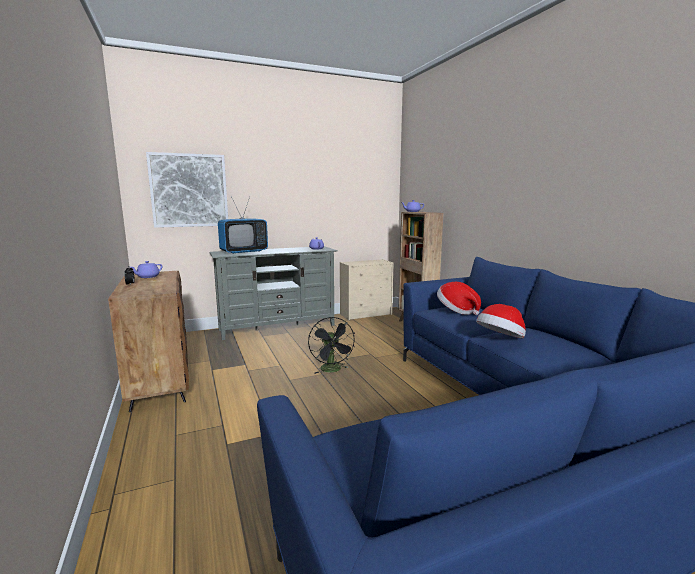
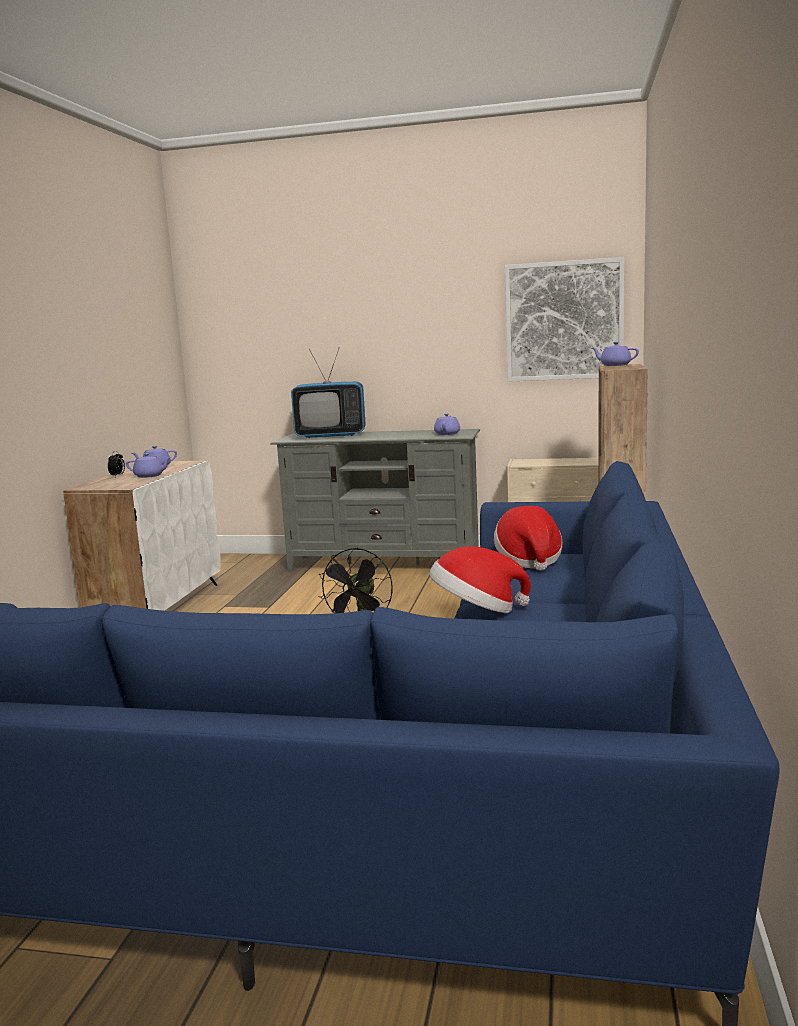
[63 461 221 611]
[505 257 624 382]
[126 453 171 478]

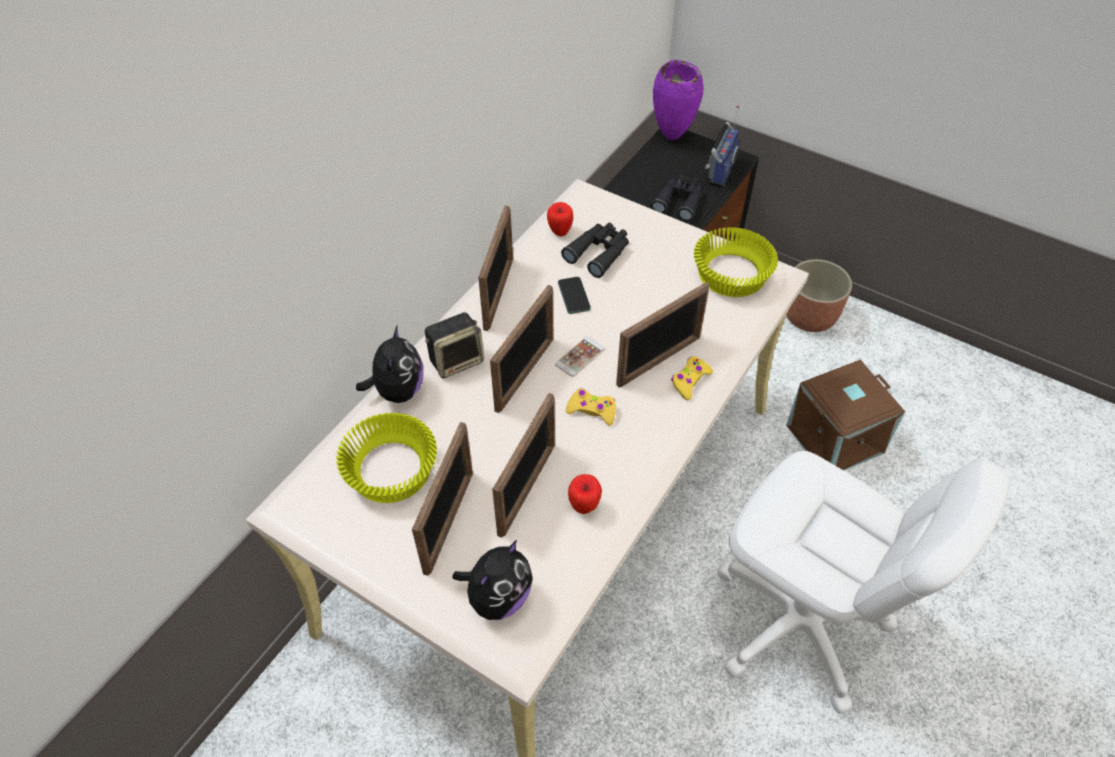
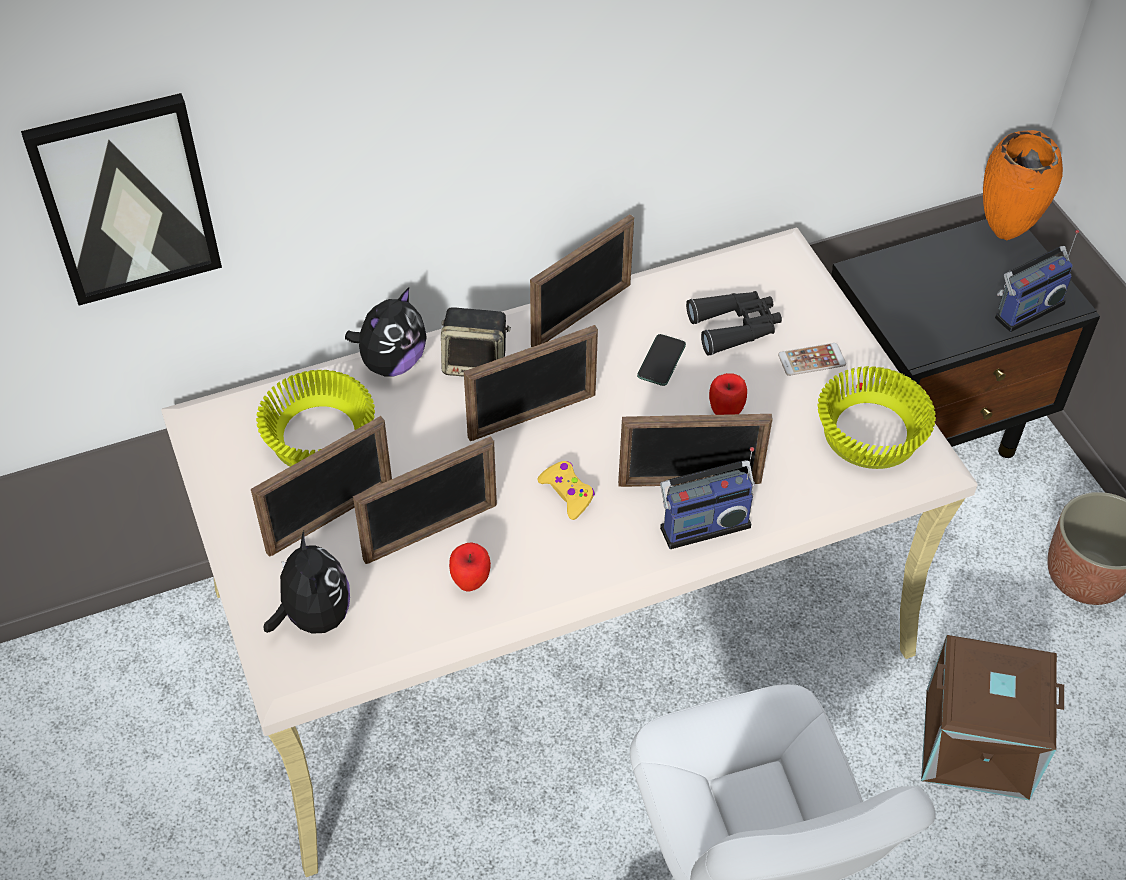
[264 531 350 634]
[709 373 747 415]
[778 343 846 376]
[651 174 703 222] (first image)
[983 130 1063 240]
[660 447 755 549]
[21 93 222 305]

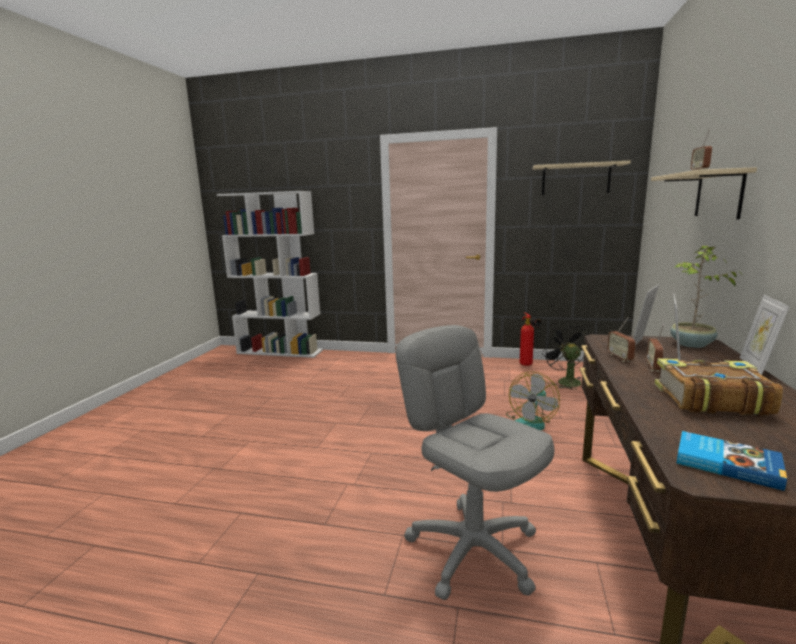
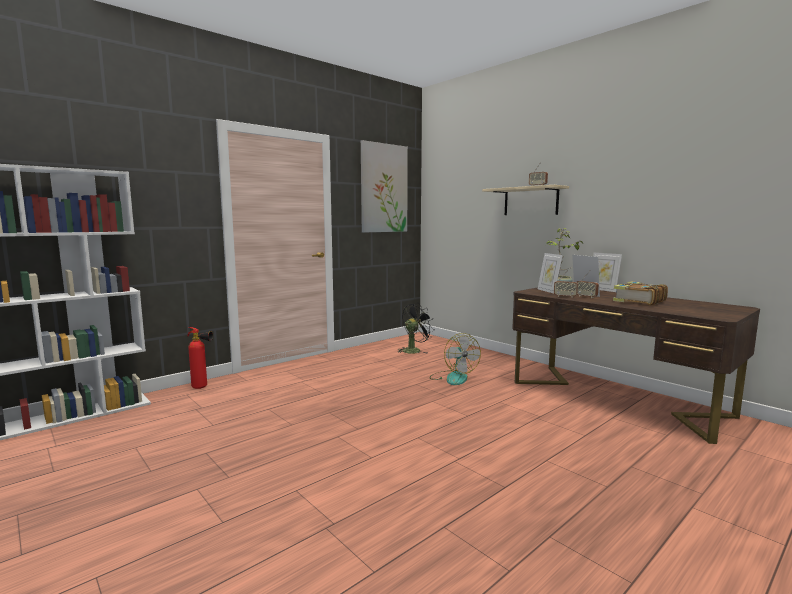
[396 325 554 600] (first image)
[188 327 213 389]
[361 140 408 232]
[397 303 434 353]
[677 431 787 491] (first image)

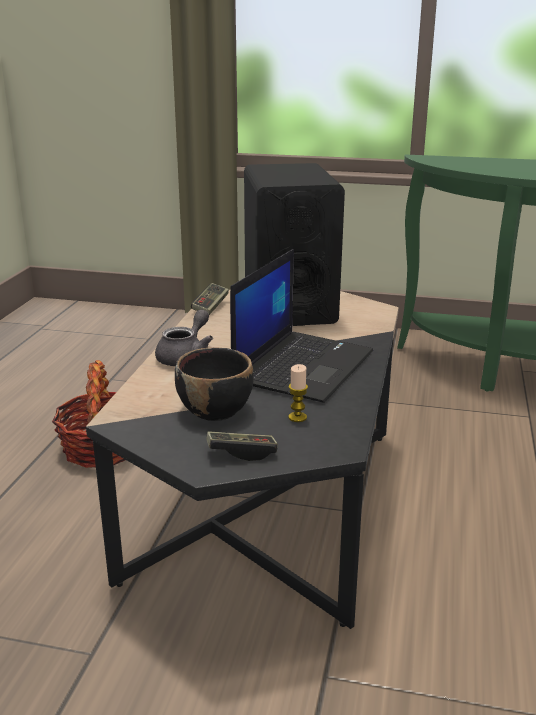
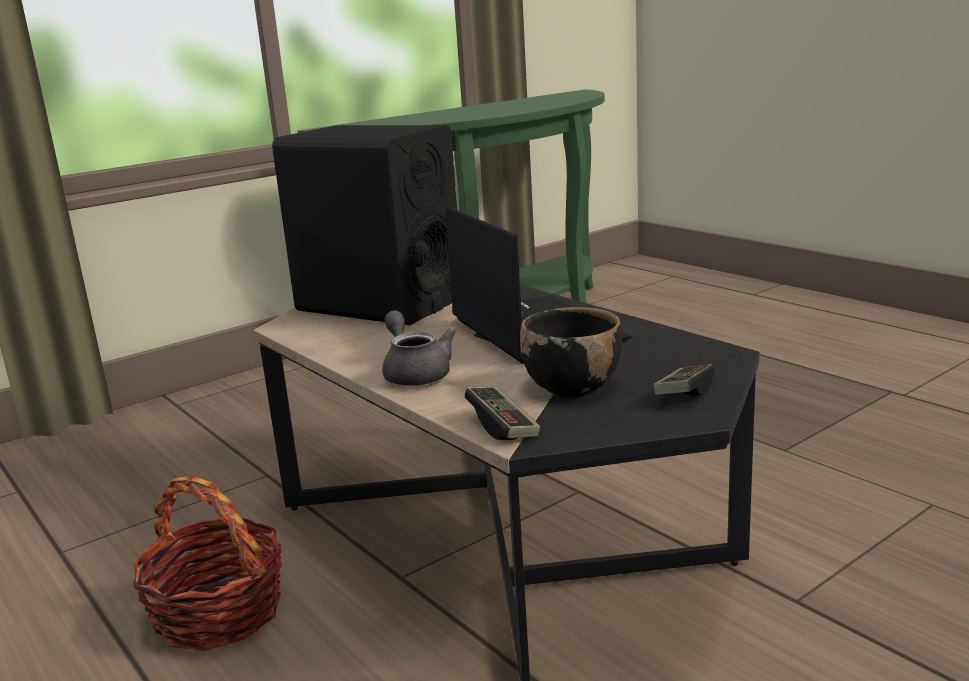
[465 387 540 440]
[288 364 308 422] (first image)

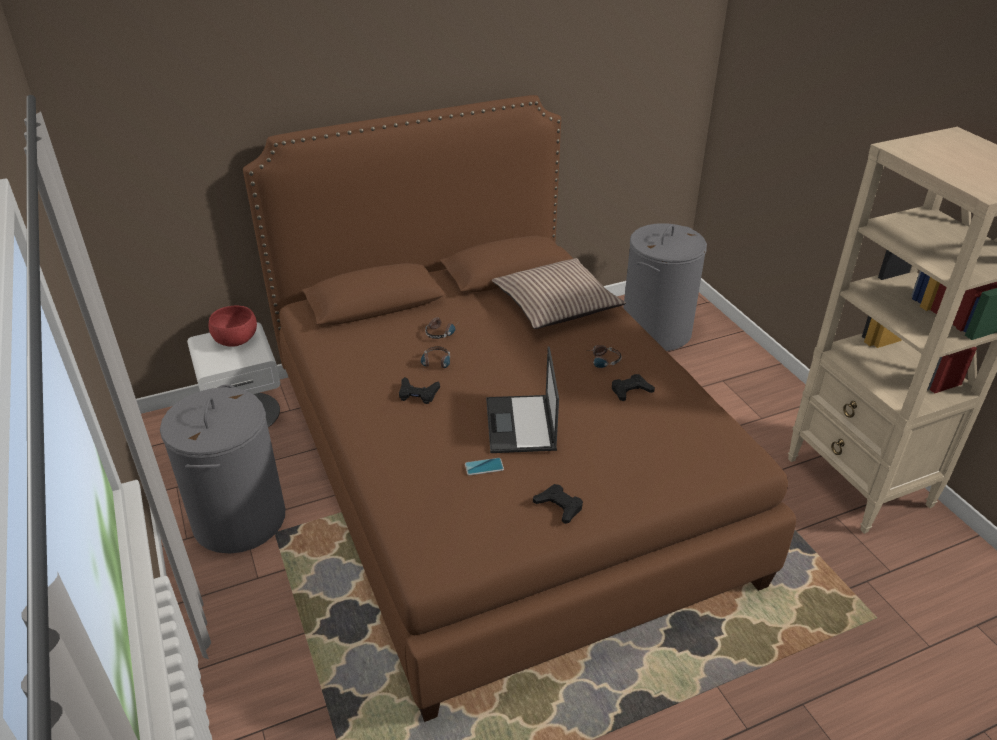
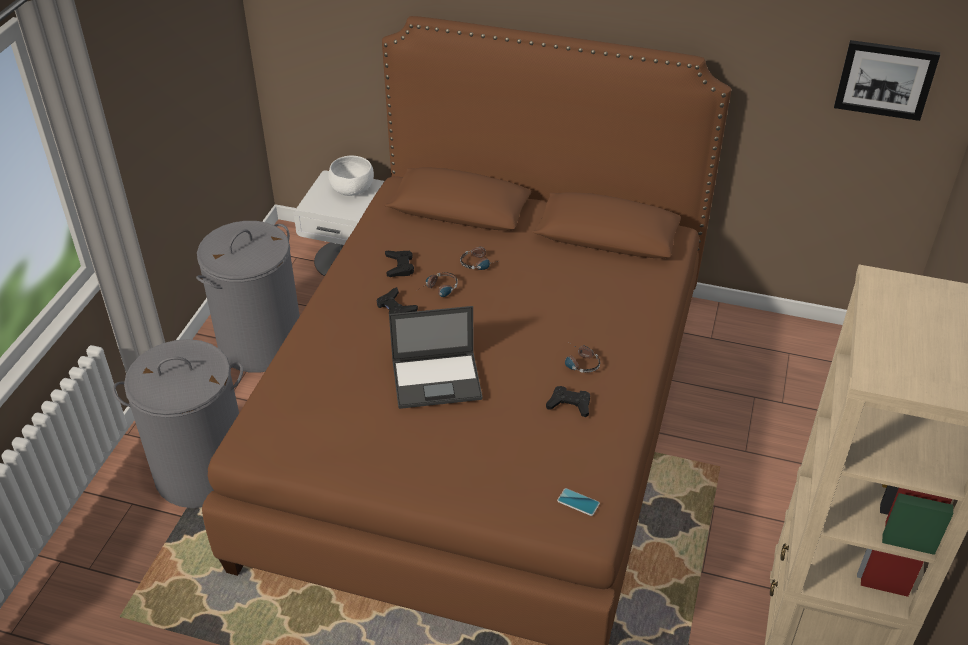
[328 156 374 196]
[557 488 600 516]
[389 306 483 409]
[492 258 626 329] (first image)
[385 251 414 277]
[113 339 243 508]
[834 40 940 121]

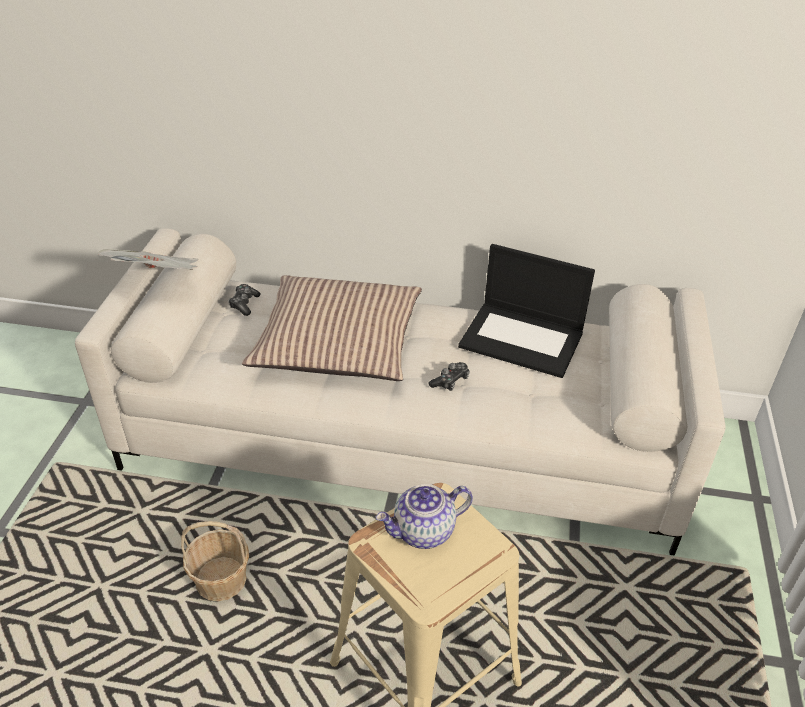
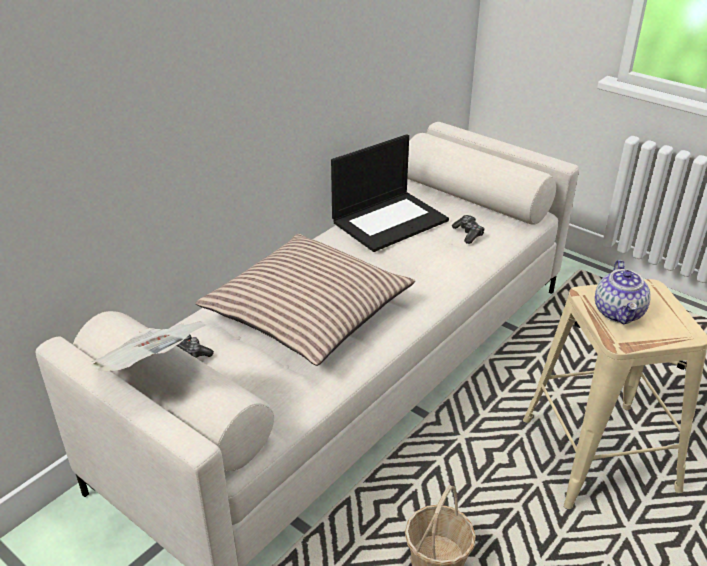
[452 215 485 244]

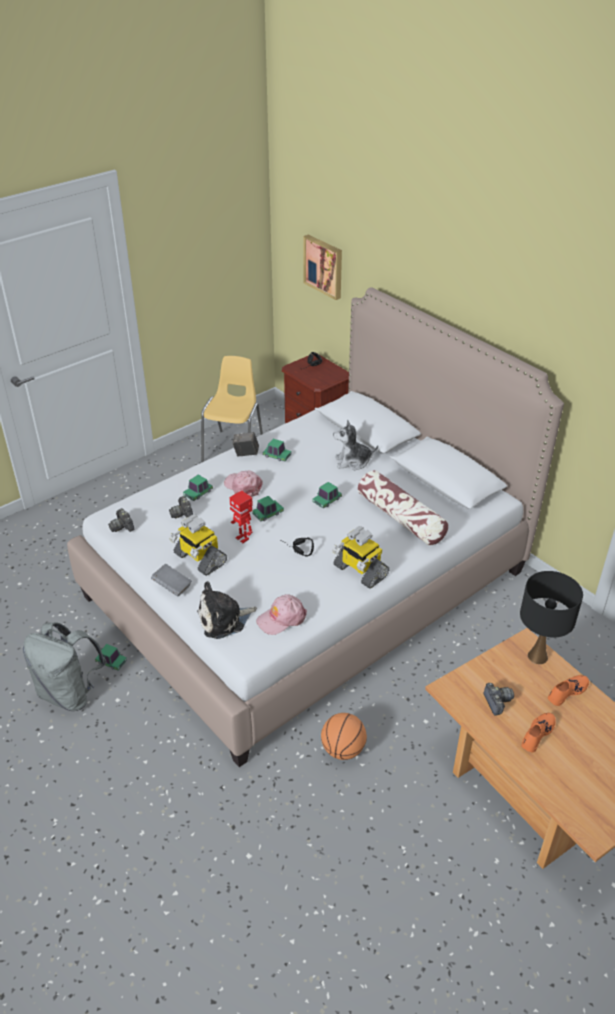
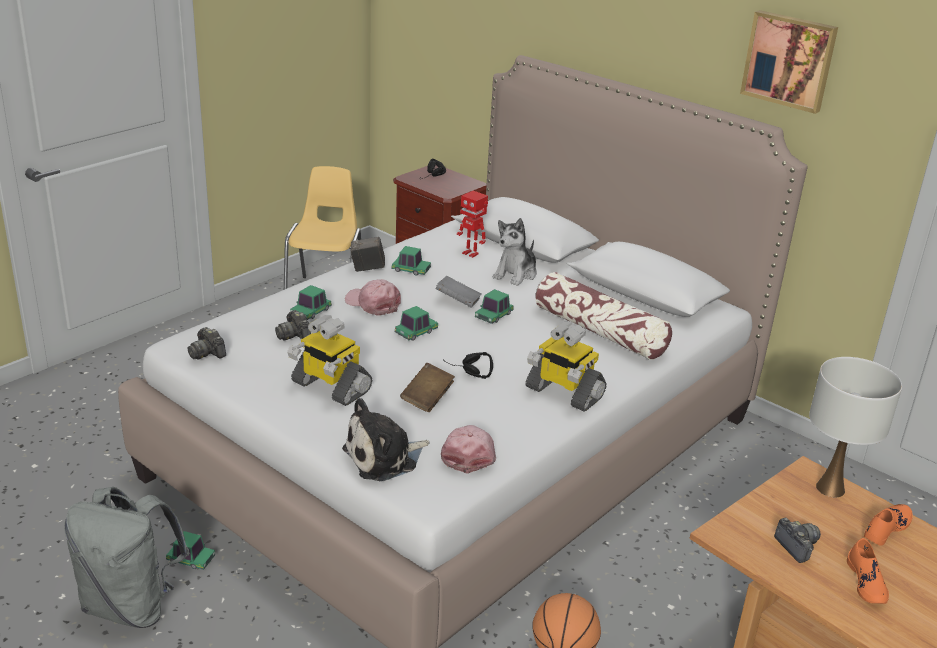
[435 276 482 308]
[457 191 488 258]
[441 425 496 474]
[740 10 838 114]
[493 218 537 286]
[809 357 902 497]
[847 538 889 604]
[400 363 455 412]

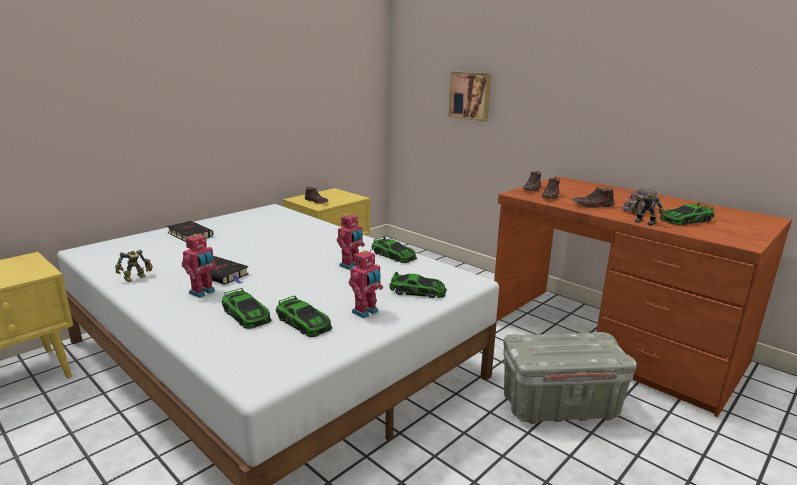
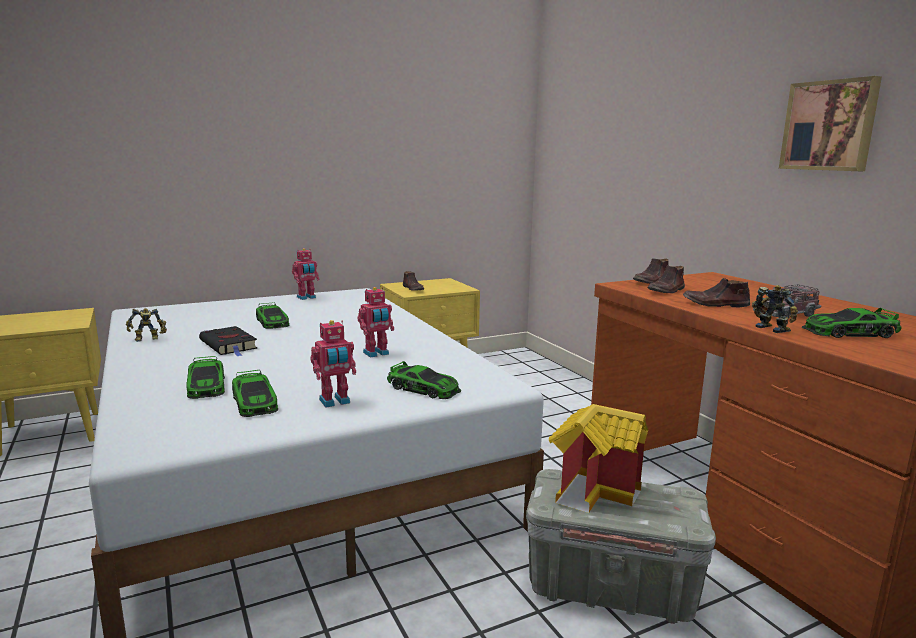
[167 221 214 242] (first image)
[292 248 319 300]
[256 302 289 329]
[779 76 882 171]
[549 404 648 513]

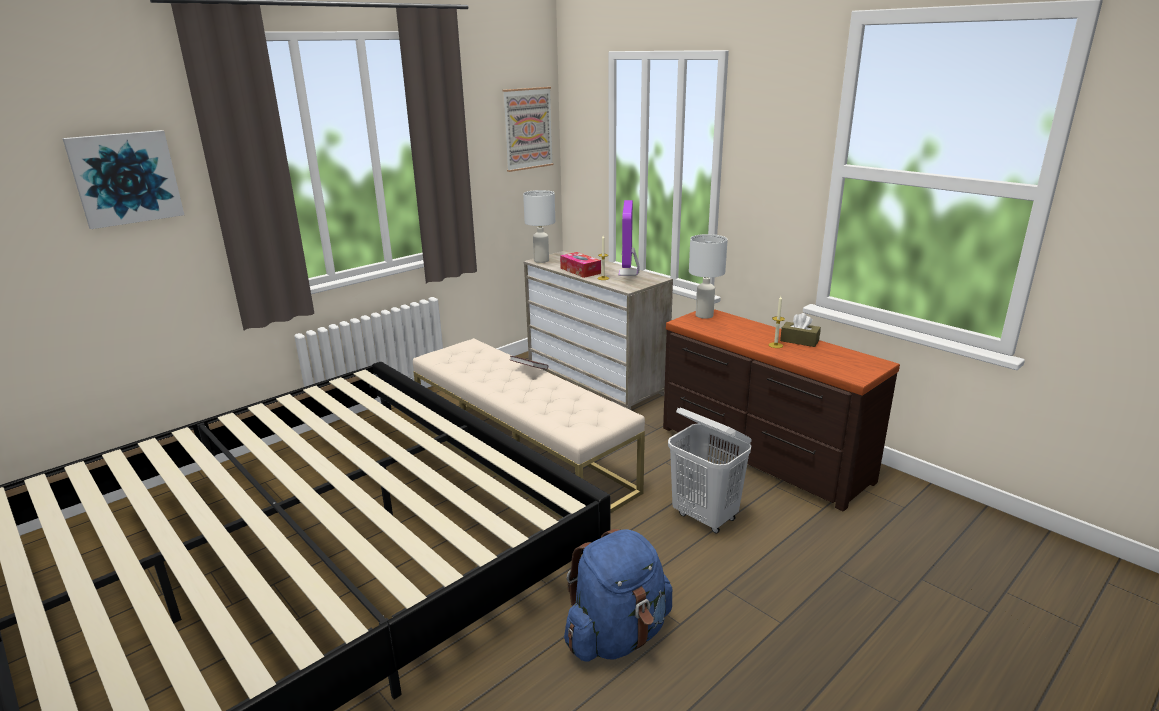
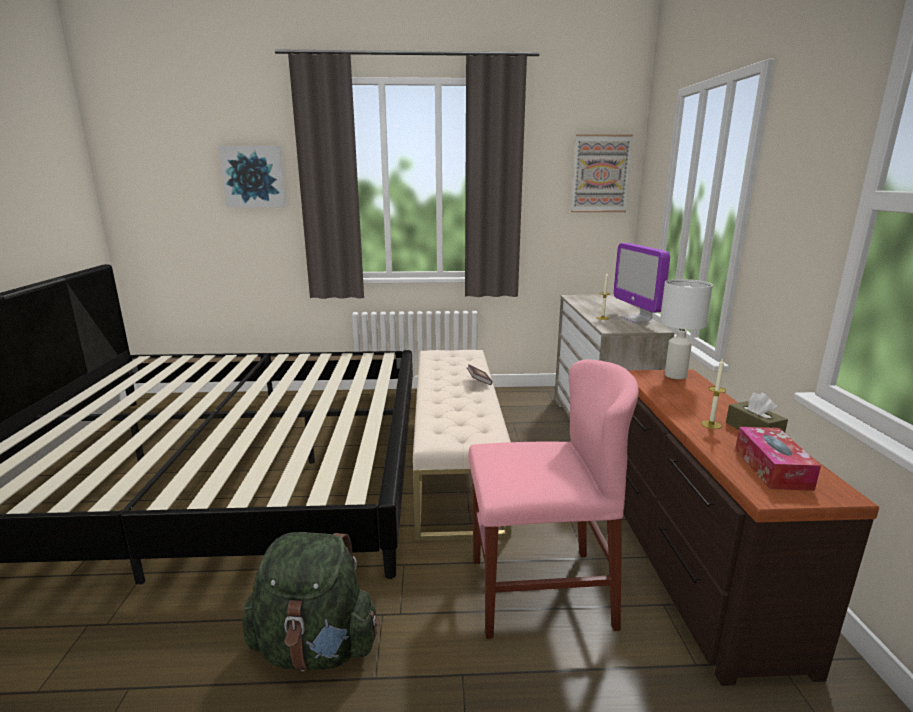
[523 190 555 263] (first image)
[735 427 821 491]
[242 532 380 671]
[613 243 670 323]
[468 359 639 639]

